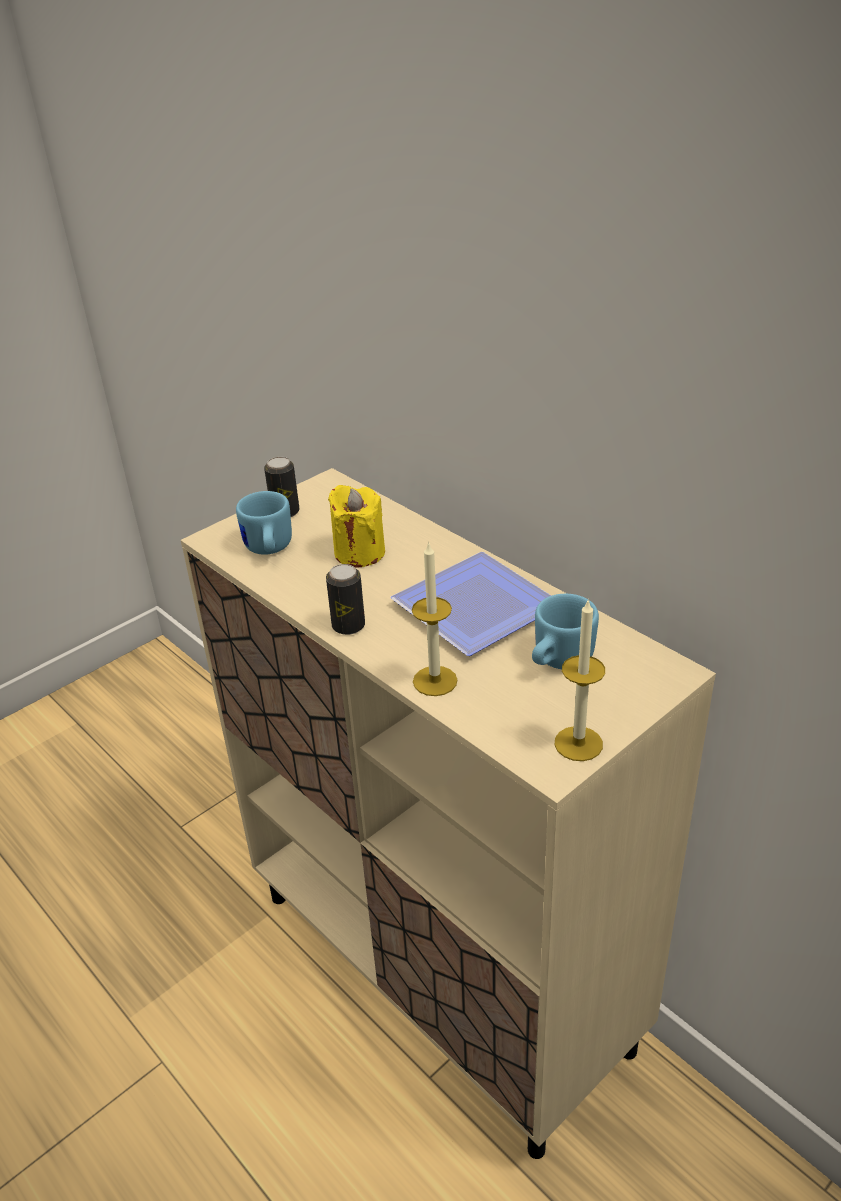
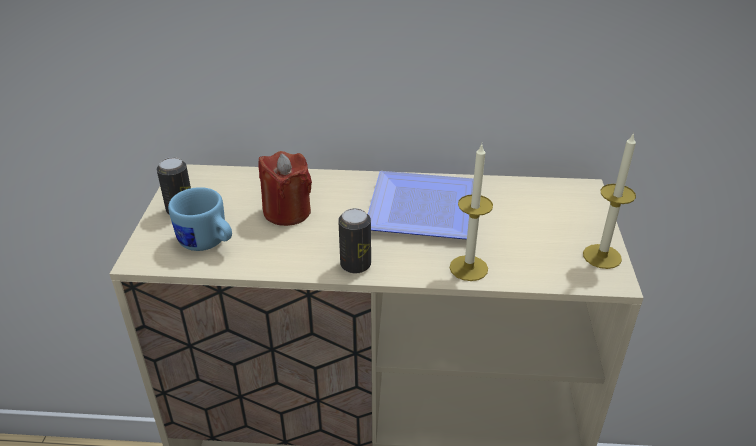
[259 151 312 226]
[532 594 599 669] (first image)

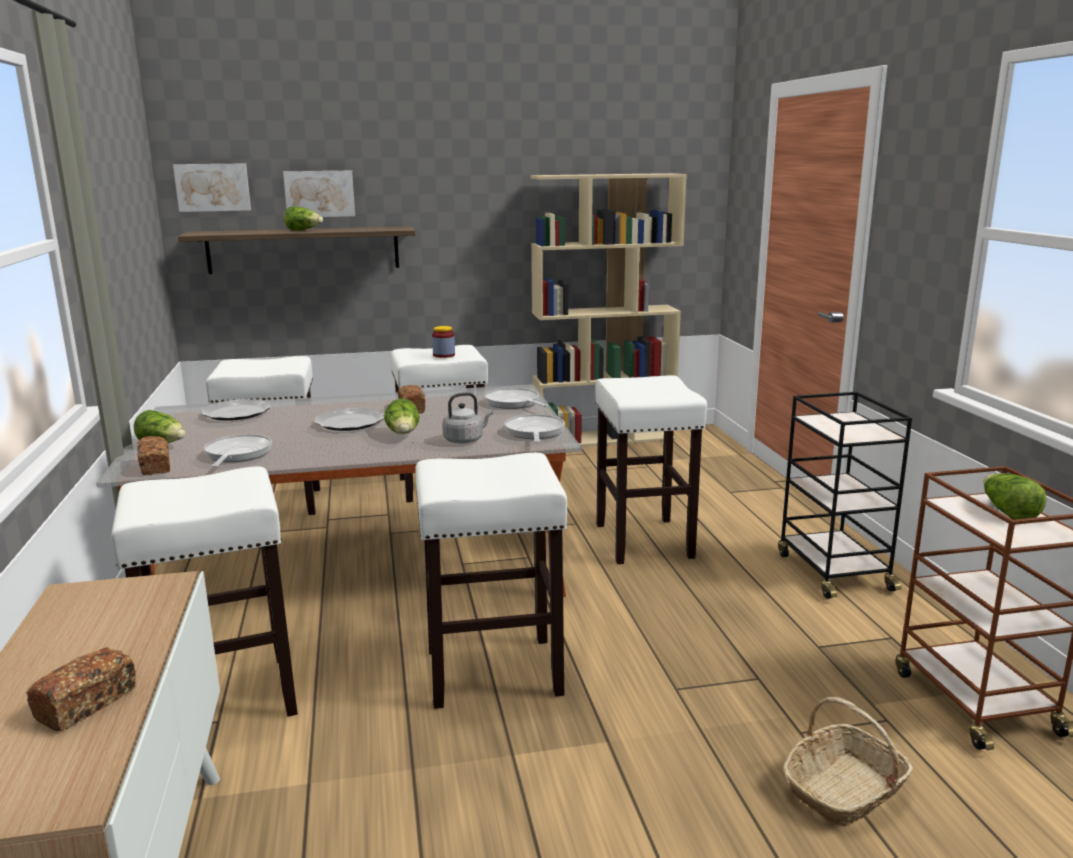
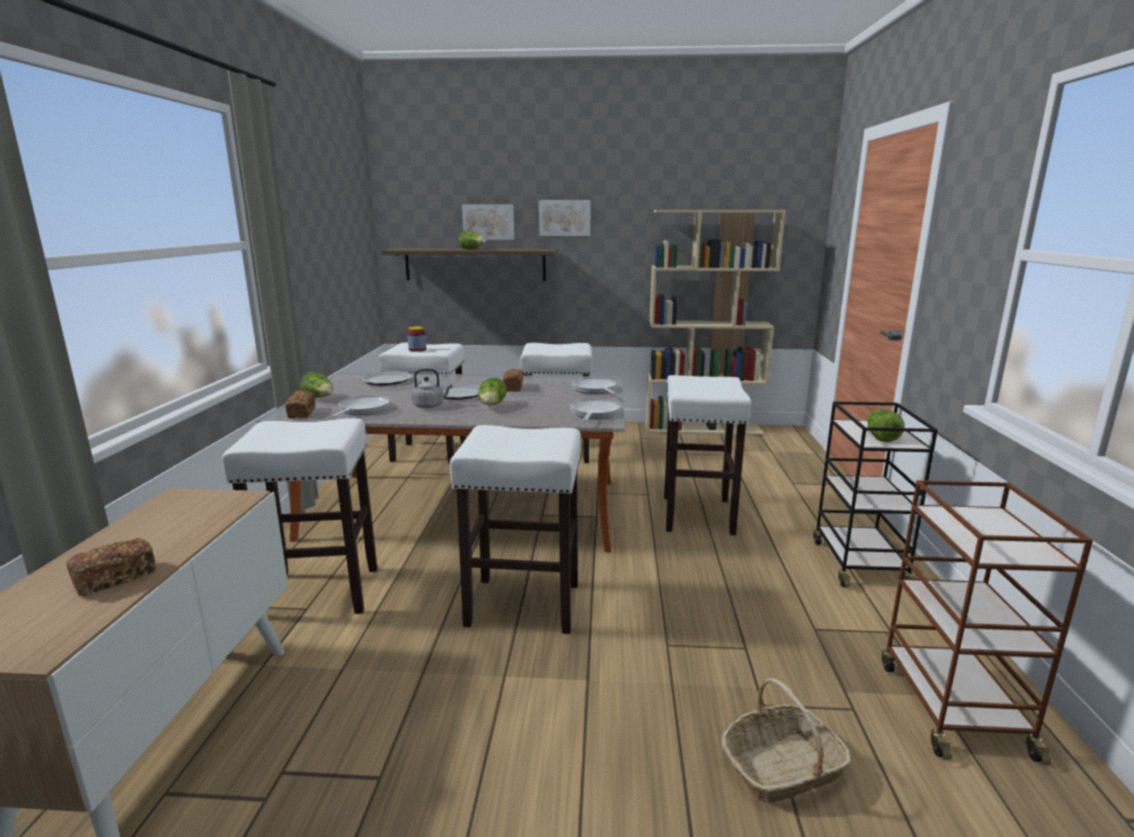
[539 200 591 236]
[407 326 426 352]
[411 369 452 408]
[867 409 905 442]

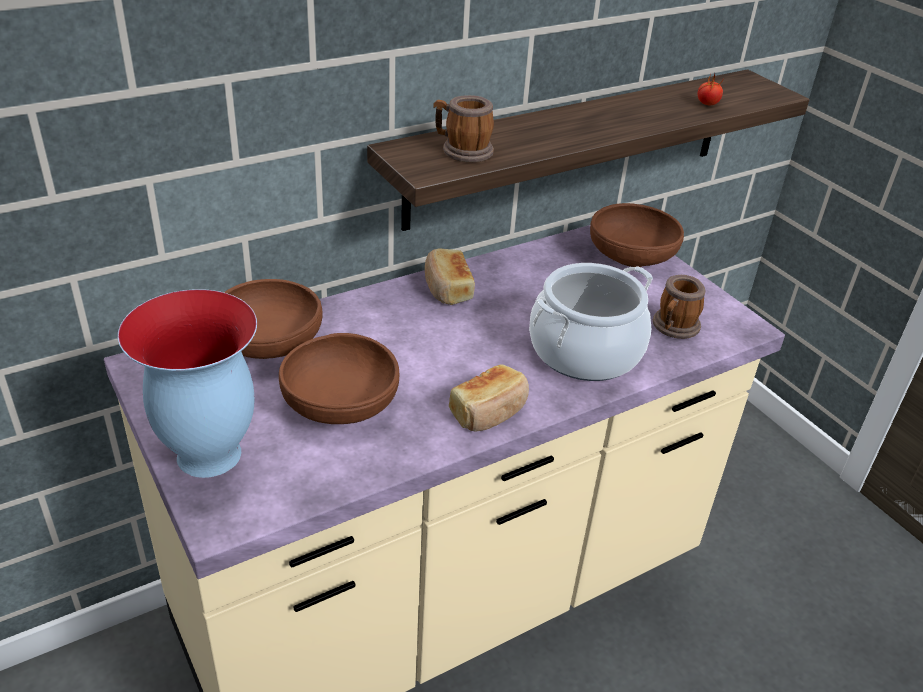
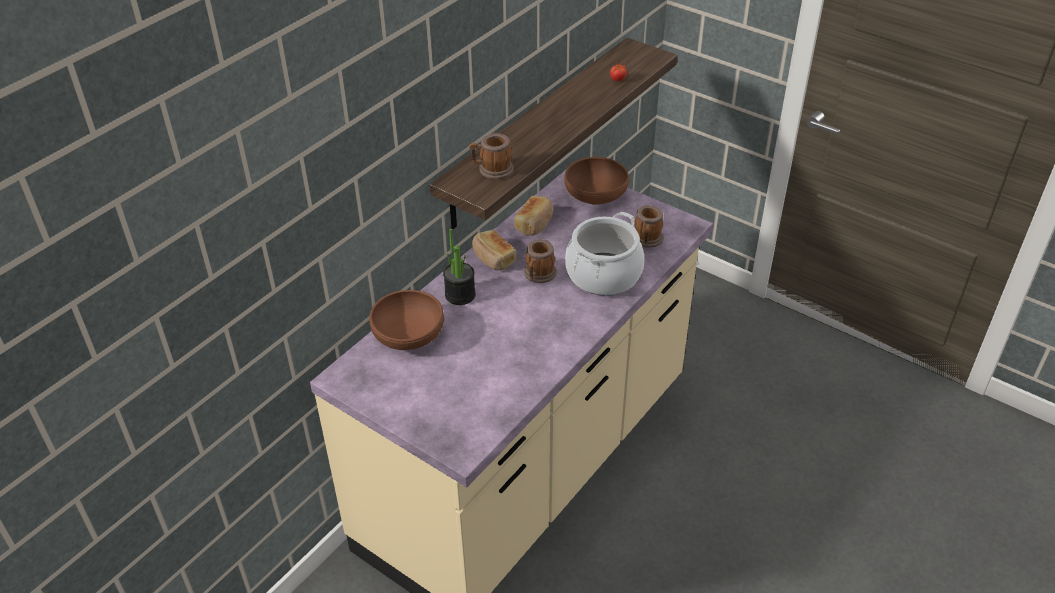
[118 289 257 478] (first image)
[279 333 400 424] (first image)
[514 196 553 236]
[443 229 476 305]
[524 239 557 283]

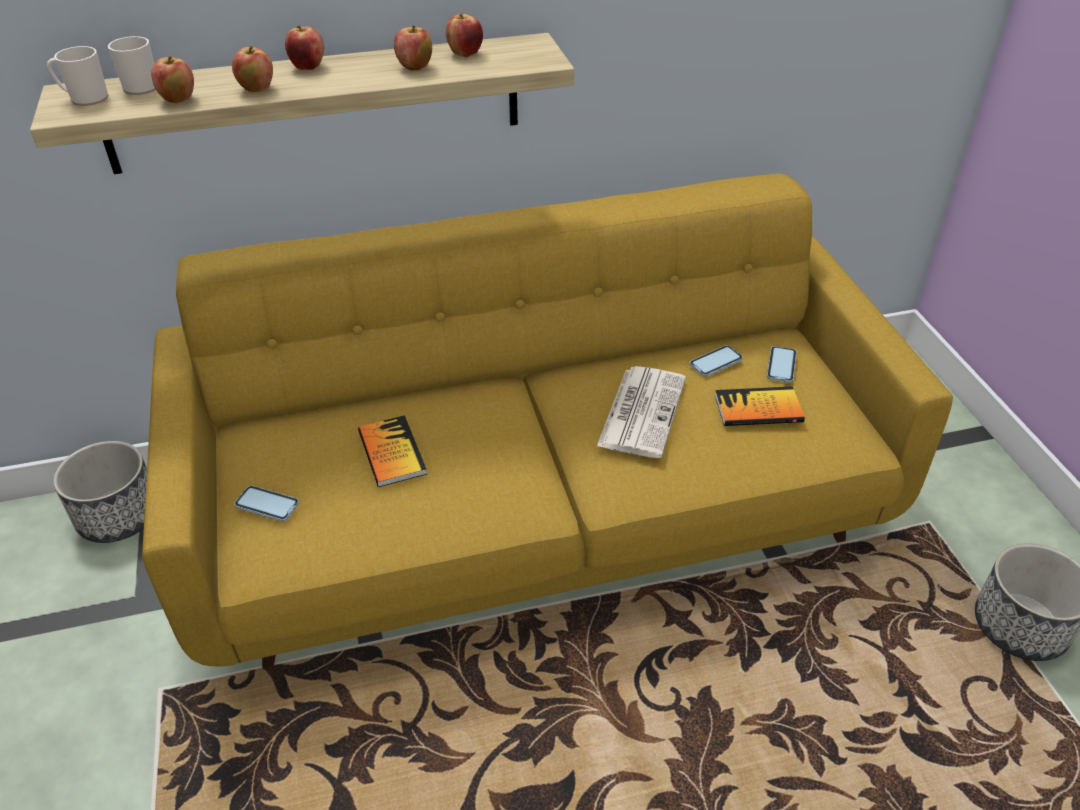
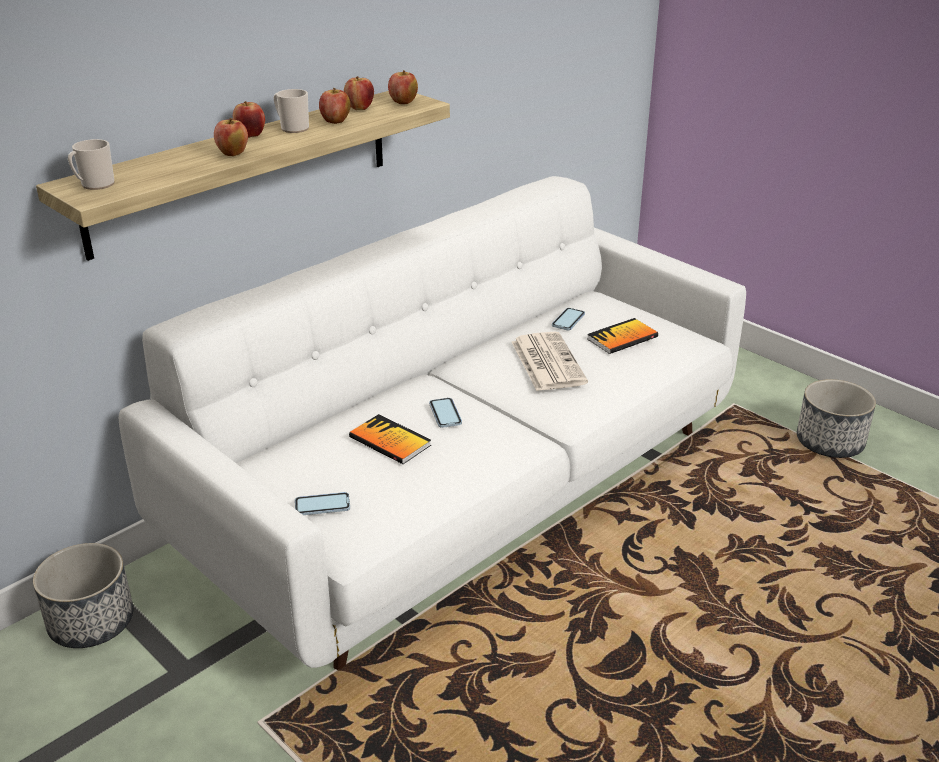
[274 89 309 133]
[119 176 746 670]
[388 70 418 104]
[429 398 462 428]

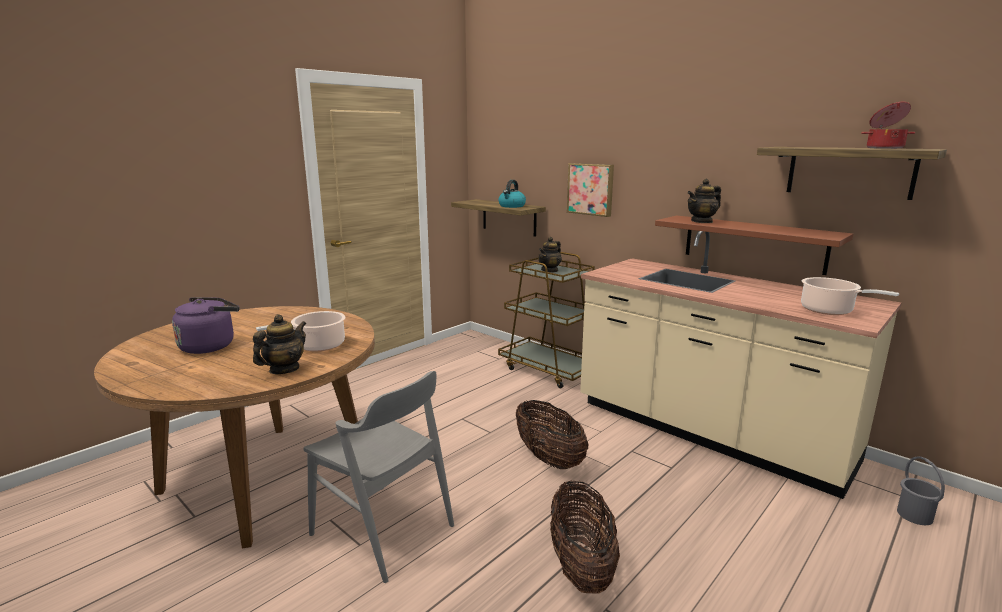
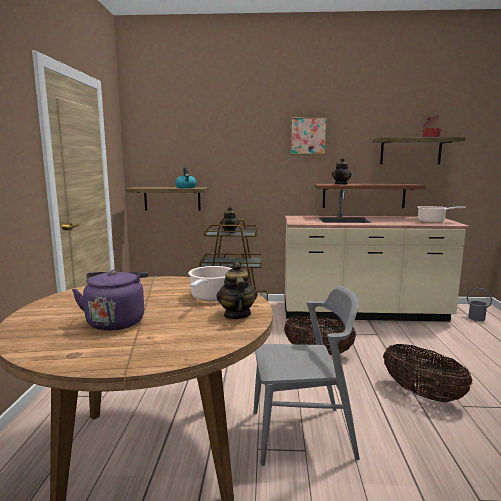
[290 117 327 155]

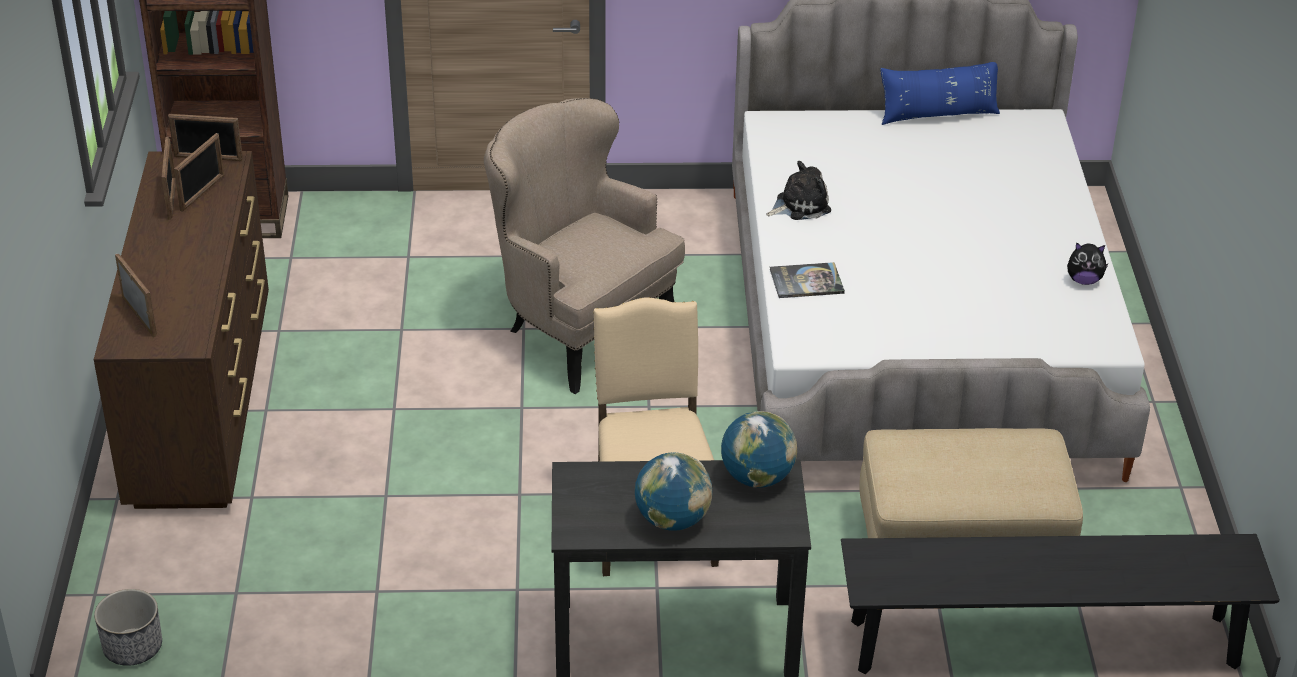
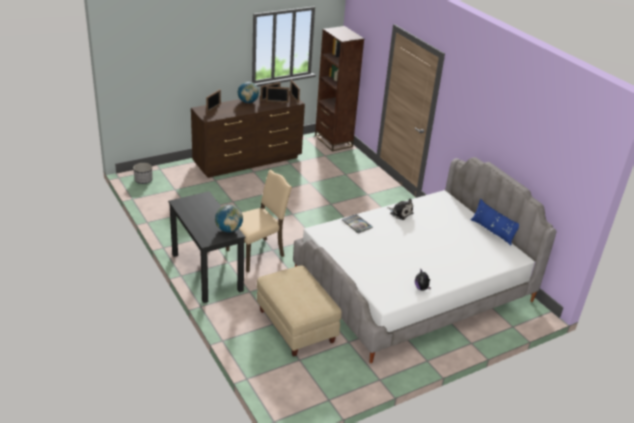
[484 98 685 394] (first image)
[238 82 259 103]
[841 534 1280 674] (first image)

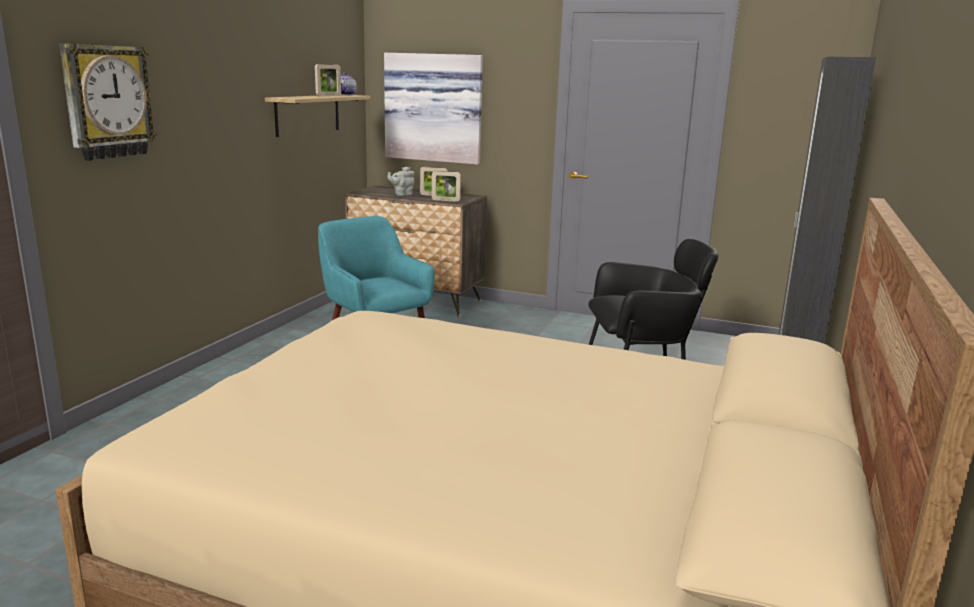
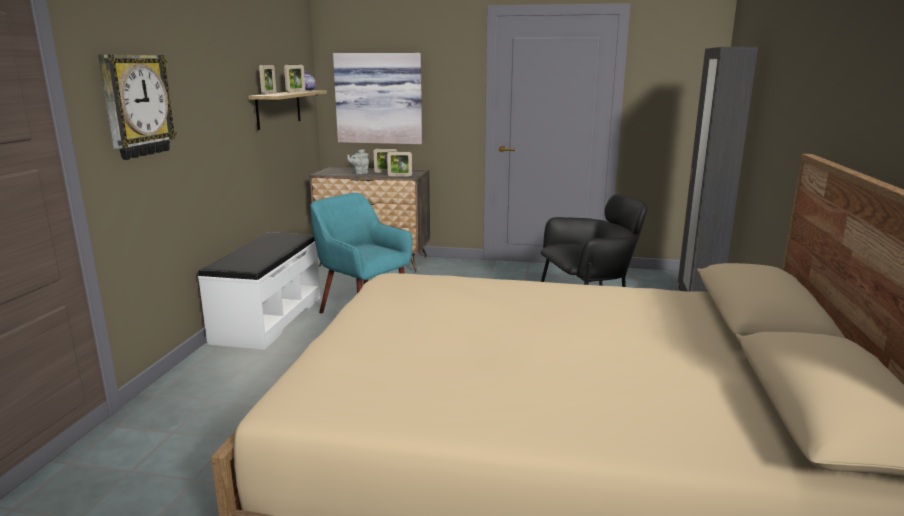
[198 232 320 350]
[259 65 276 95]

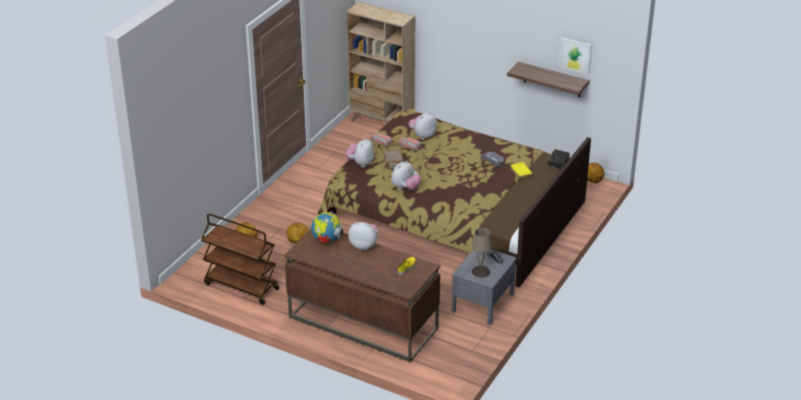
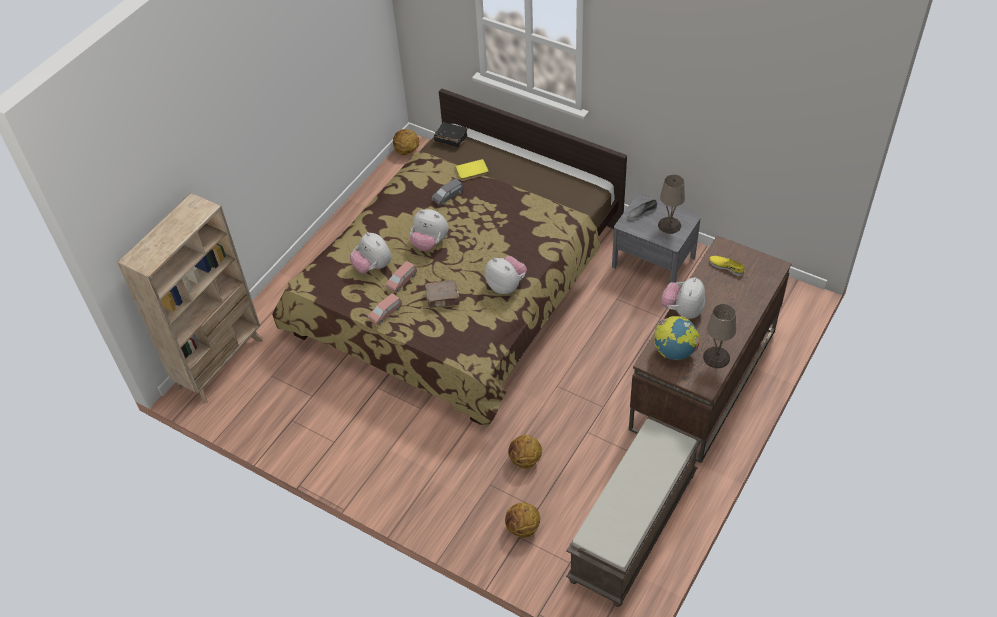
[566 416 702 607]
[410 209 448 251]
[507 62 589 97] (first image)
[559 38 592 74] (first image)
[703 304 736 368]

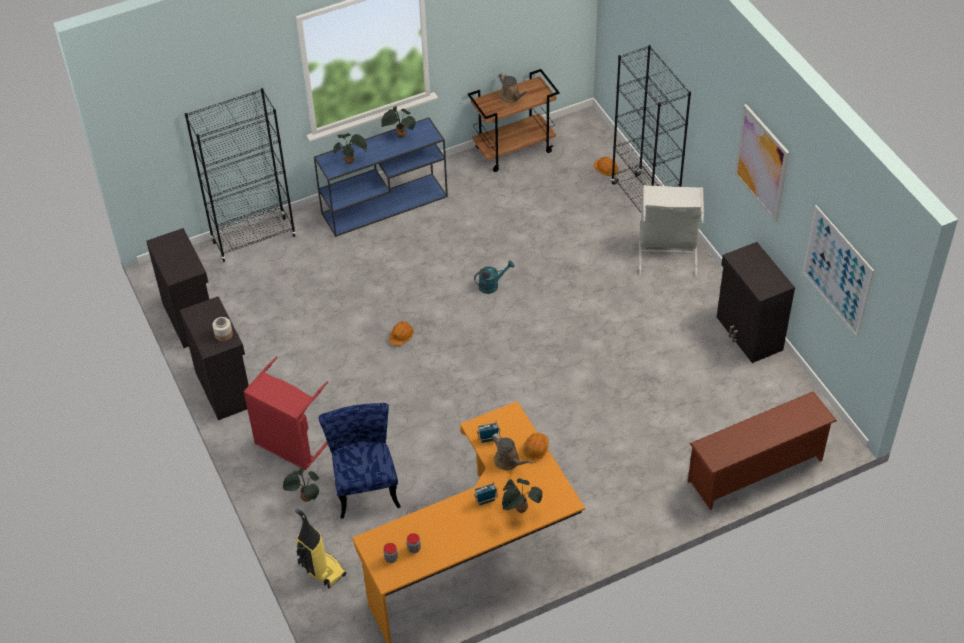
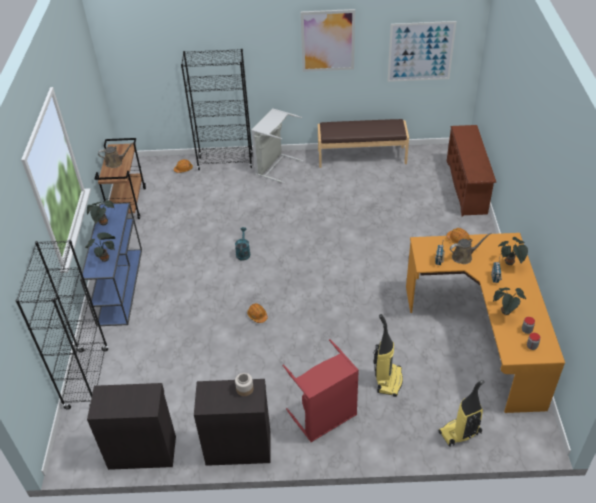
[493 288 526 315]
[373 314 403 397]
[318 119 409 168]

